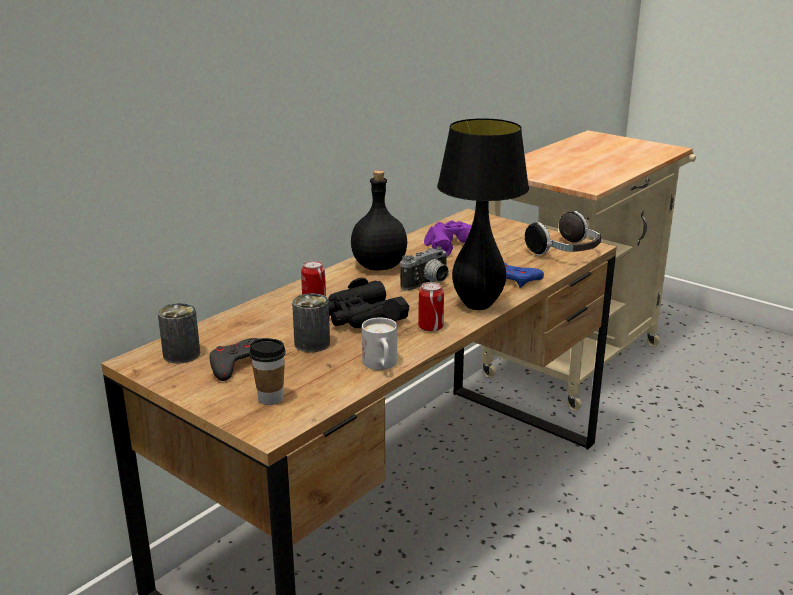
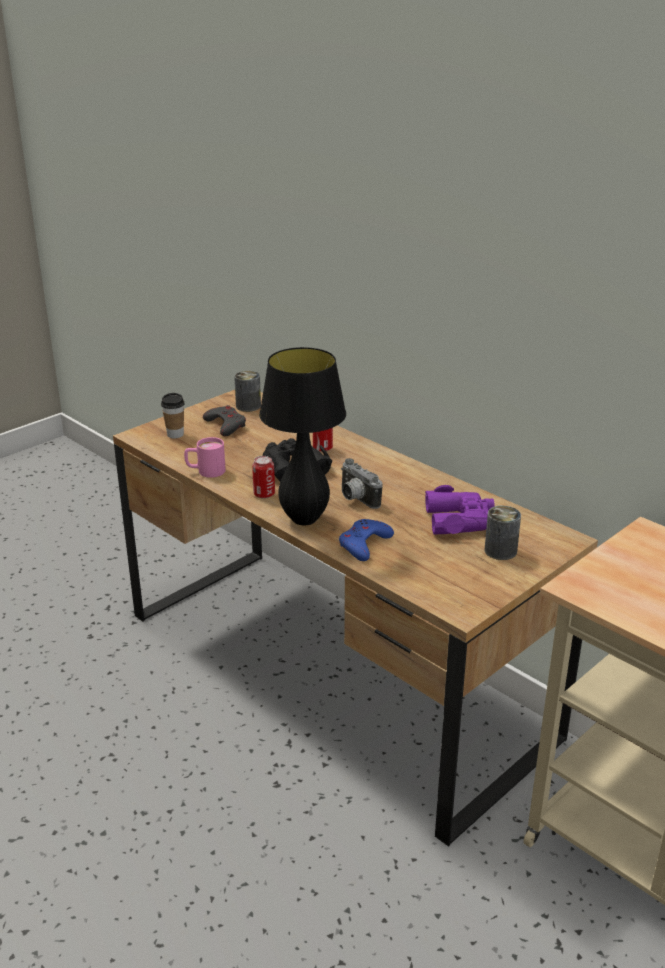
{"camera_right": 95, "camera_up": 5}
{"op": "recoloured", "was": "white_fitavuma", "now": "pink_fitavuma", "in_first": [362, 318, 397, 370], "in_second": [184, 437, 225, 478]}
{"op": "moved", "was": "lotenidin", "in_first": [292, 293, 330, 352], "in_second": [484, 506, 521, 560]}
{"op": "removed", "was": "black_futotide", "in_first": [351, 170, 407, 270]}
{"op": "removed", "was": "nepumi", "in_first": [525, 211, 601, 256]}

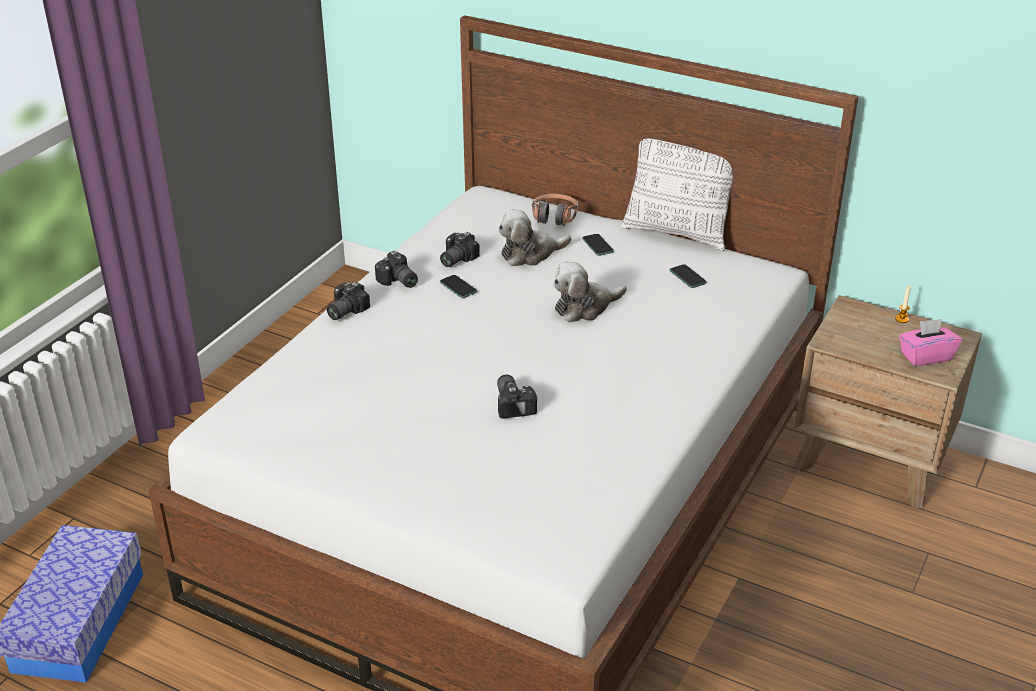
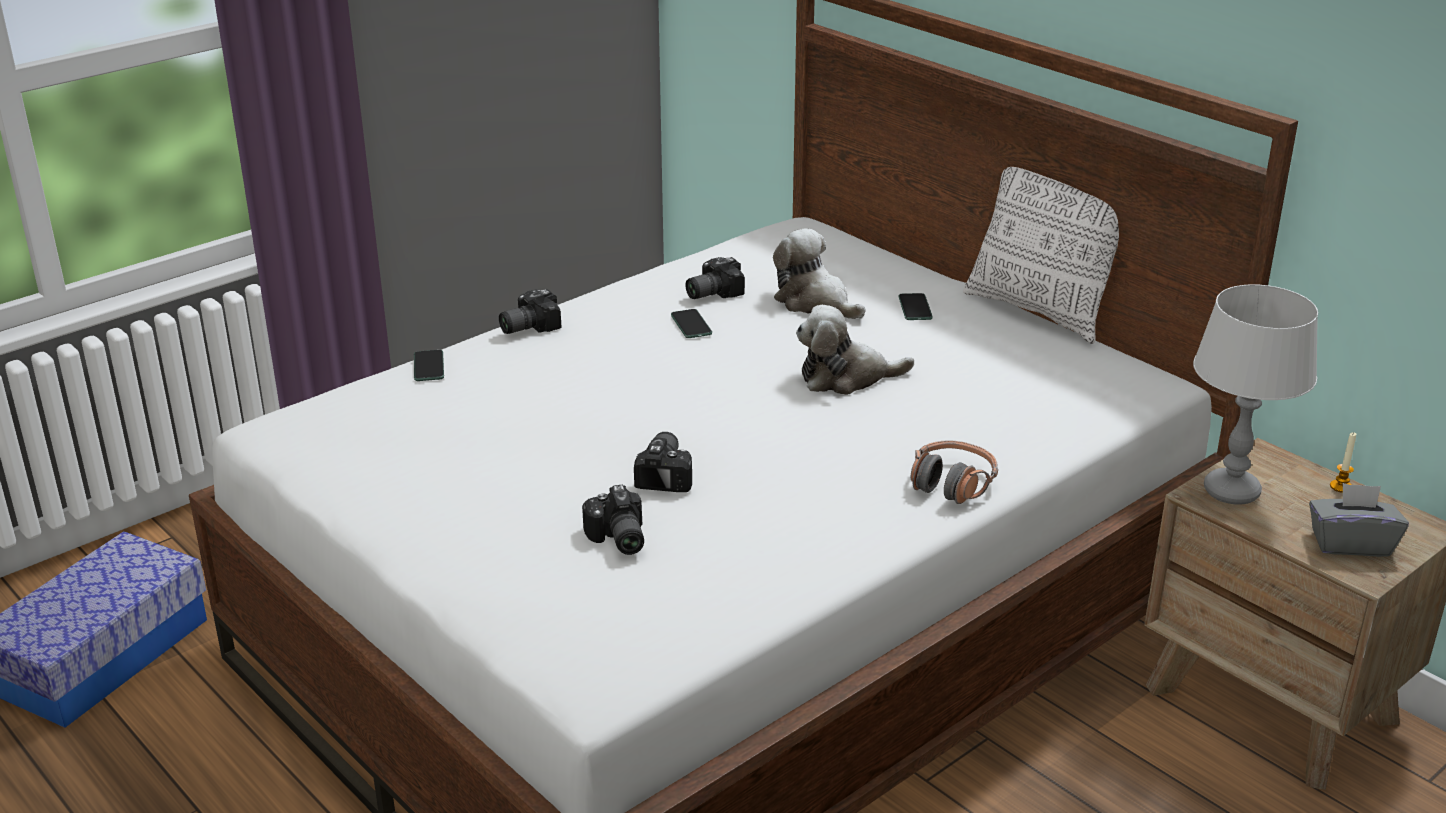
{"camera_right": 20, "camera_up": -5}
{"op": "moved", "was": "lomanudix", "in_first": [670, 264, 707, 288], "in_second": [414, 350, 444, 381]}
{"op": "moved", "was": "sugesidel", "in_first": [375, 251, 418, 288], "in_second": [582, 484, 644, 555]}
{"op": "turned", "was": "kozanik", "in_first": [498, 209, 572, 266], "in_second": [773, 228, 866, 319], "clockwise": 45}
{"op": "moved", "was": "nepumi", "in_first": [532, 194, 579, 226], "in_second": [911, 440, 998, 504]}
{"op": "added", "now": "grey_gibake", "in_second": [1193, 284, 1318, 505]}
{"op": "recoloured", "was": "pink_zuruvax", "now": "grey_zuruvax", "in_first": [899, 319, 962, 366], "in_second": [1309, 483, 1409, 557]}

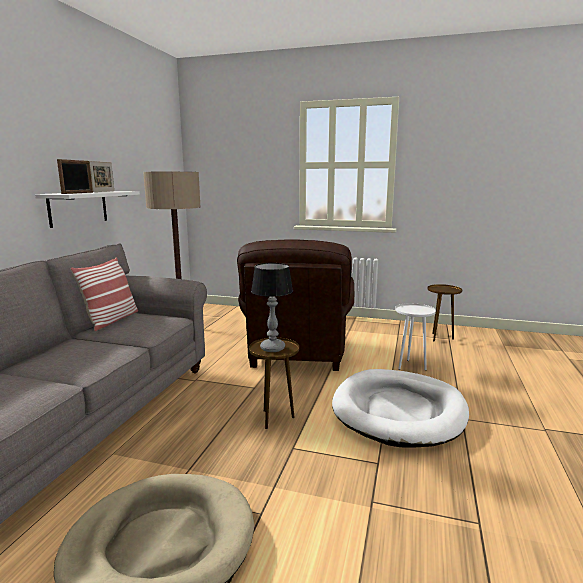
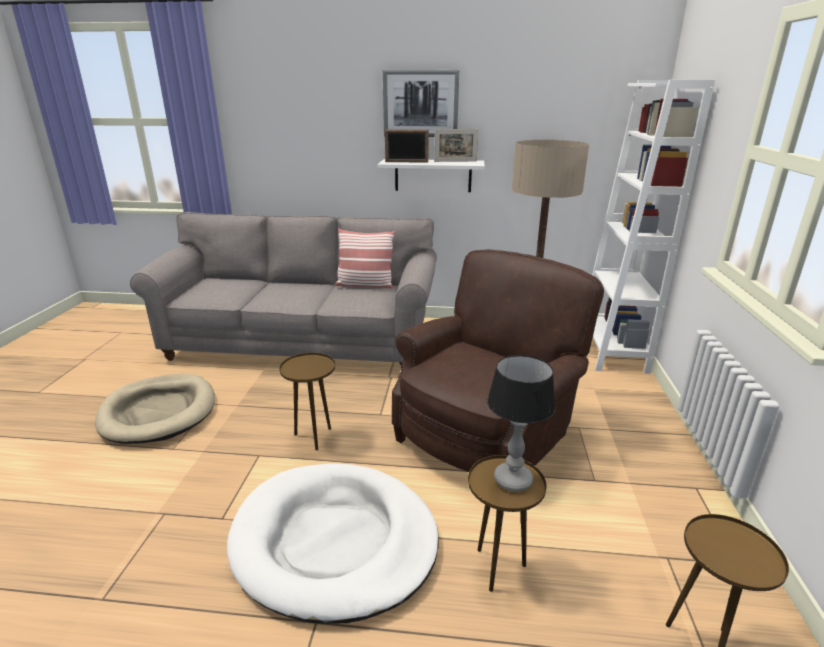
{"camera_right": 80, "camera_up": 10}
{"op": "added", "now": "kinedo", "in_second": [383, 70, 459, 137]}
{"op": "turned", "was": "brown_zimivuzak", "in_first": [237, 239, 354, 371], "in_second": [392, 249, 604, 472], "clockwise": 135}
{"op": "recoloured", "was": "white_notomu", "now": "brown_notomu", "in_first": [395, 303, 436, 370], "in_second": [468, 455, 547, 592]}
{"op": "moved", "was": "gibake", "in_first": [251, 263, 293, 352], "in_second": [487, 355, 556, 491]}
{"op": "added", "now": "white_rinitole", "in_second": [592, 80, 715, 374]}

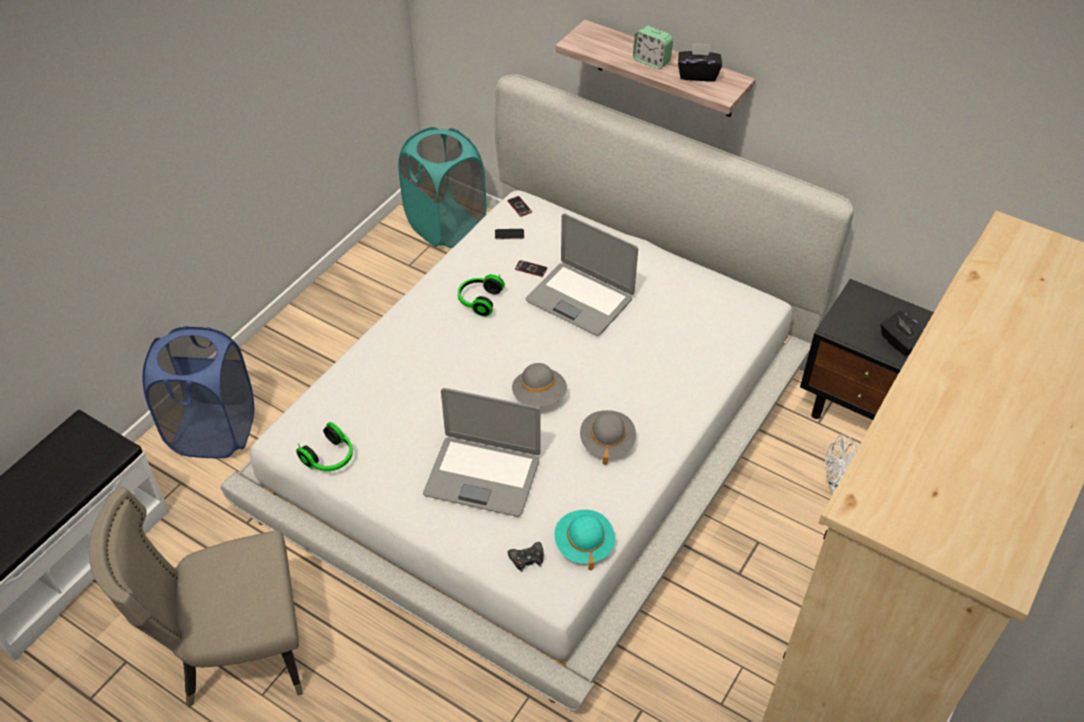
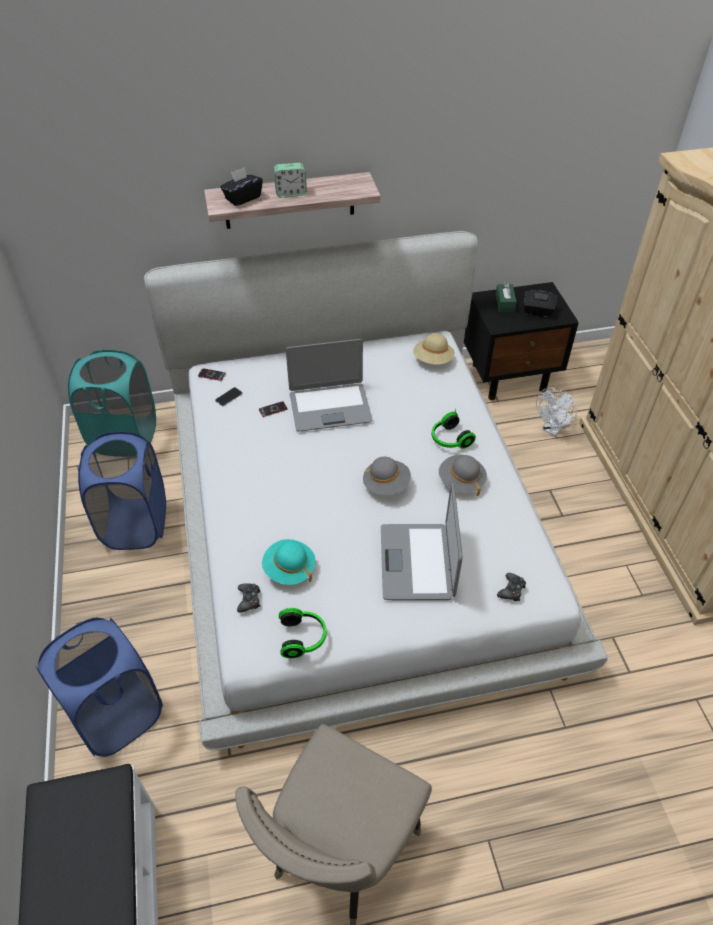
{"camera_right": -45, "camera_up": 0}
{"op": "added", "now": "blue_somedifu", "in_second": [78, 432, 166, 550]}
{"op": "moved", "was": "black_zuruvax", "in_first": [678, 42, 722, 82], "in_second": [220, 167, 263, 206]}
{"op": "added", "now": "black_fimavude", "in_second": [237, 583, 261, 613]}
{"op": "moved", "was": "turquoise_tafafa", "in_first": [554, 510, 615, 570], "in_second": [262, 539, 316, 585]}
{"op": "turned", "was": "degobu", "in_first": [423, 388, 541, 517], "in_second": [381, 483, 463, 601], "clockwise": 120}
{"op": "added", "now": "beige_tafafa", "in_second": [413, 333, 455, 365]}
{"op": "moved", "was": "nepumi", "in_first": [458, 274, 505, 317], "in_second": [432, 409, 476, 449]}
{"op": "added", "now": "green_zuruvax", "in_second": [496, 282, 517, 312]}

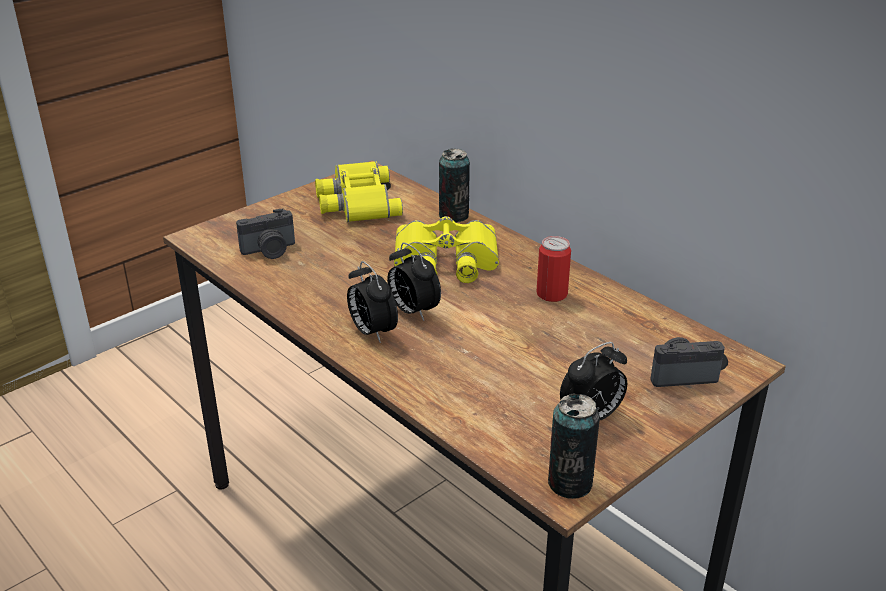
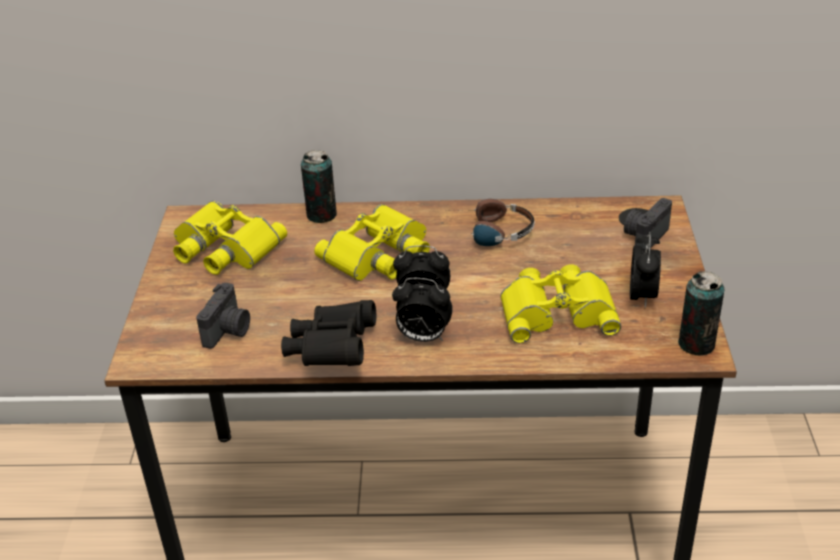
{"camera_right": -45, "camera_up": 5}
{"op": "added", "now": "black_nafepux", "in_second": [281, 300, 376, 366]}
{"op": "replaced", "was": "lotenidin", "now": "nepumi", "in_first": [536, 236, 571, 302], "in_second": [460, 199, 535, 246]}
{"op": "added", "now": "yellow_nafepux", "in_second": [500, 265, 621, 343]}

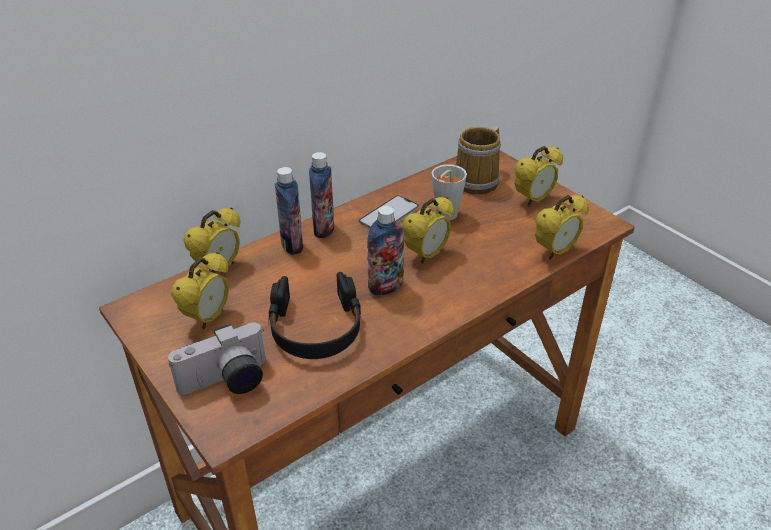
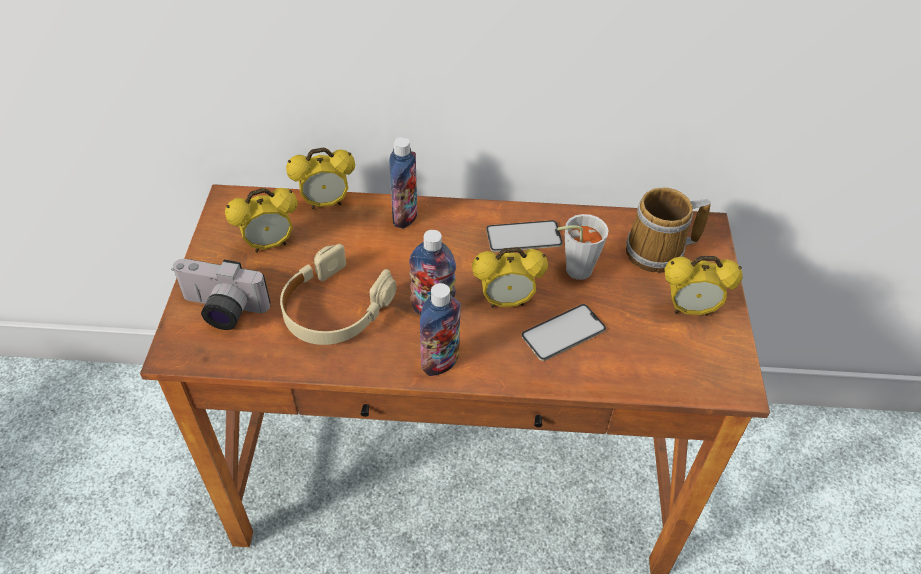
{"camera_right": 40, "camera_up": 10}
{"op": "recoloured", "was": "black_nepumi", "now": "beige_nepumi", "in_first": [268, 272, 361, 359], "in_second": [280, 244, 396, 345]}
{"op": "moved", "was": "futotide", "in_first": [309, 152, 334, 238], "in_second": [420, 283, 460, 376]}
{"op": "added", "now": "lomanudix", "in_second": [521, 304, 606, 361]}
{"op": "removed", "was": "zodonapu", "in_first": [535, 195, 589, 260]}

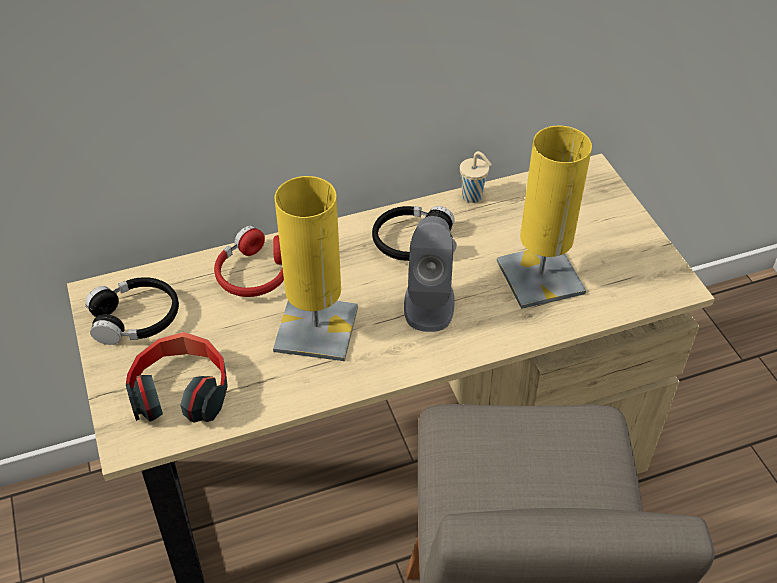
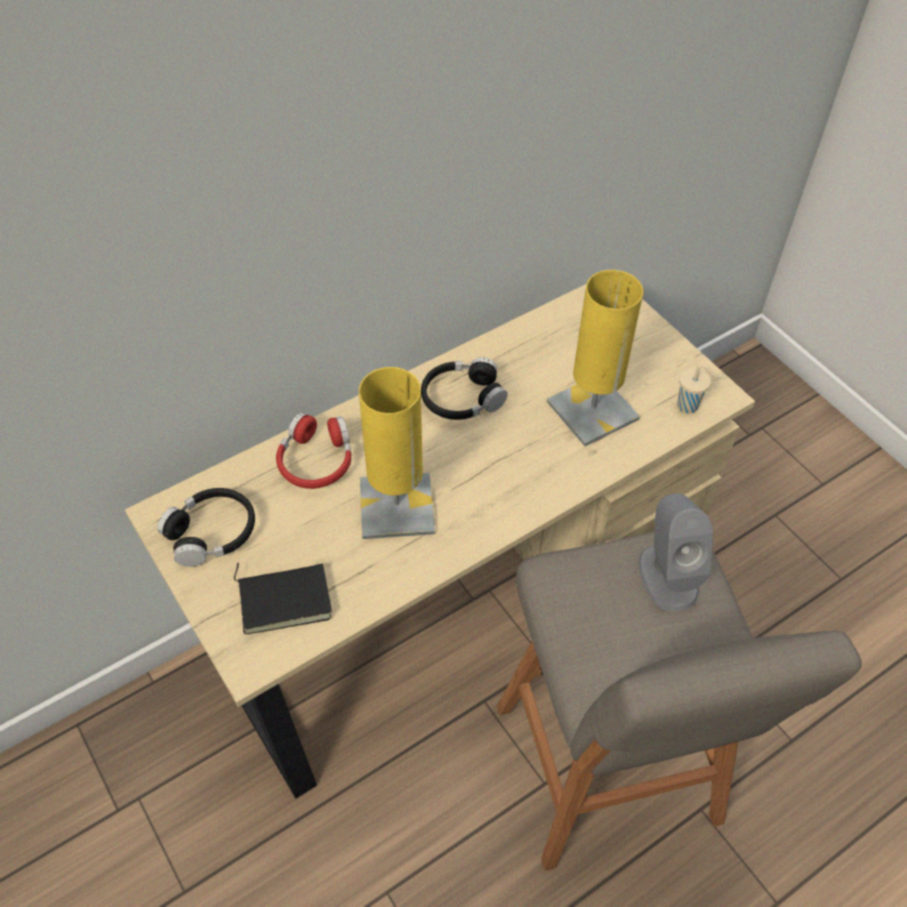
{"camera_right": -15, "camera_up": 5}
{"op": "replaced", "was": "nepumi", "now": "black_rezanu", "in_first": [126, 332, 228, 423], "in_second": [234, 563, 332, 634]}
{"op": "moved", "was": "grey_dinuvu", "in_first": [404, 216, 455, 332], "in_second": [639, 494, 713, 611]}
{"op": "moved", "was": "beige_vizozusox", "in_first": [460, 151, 492, 203], "in_second": [677, 364, 716, 413]}

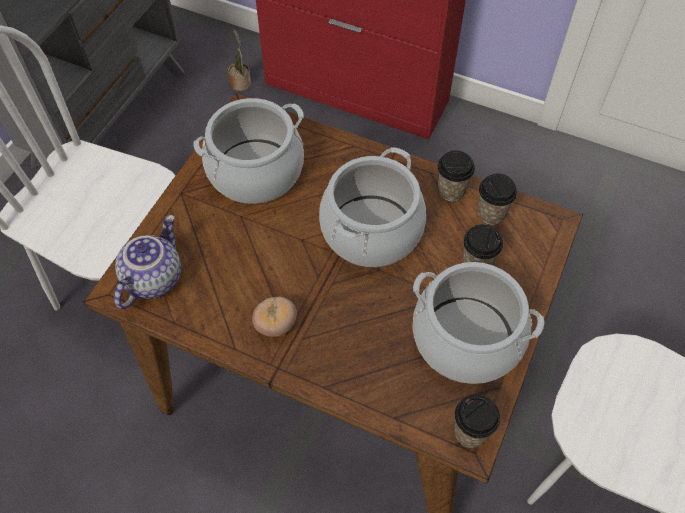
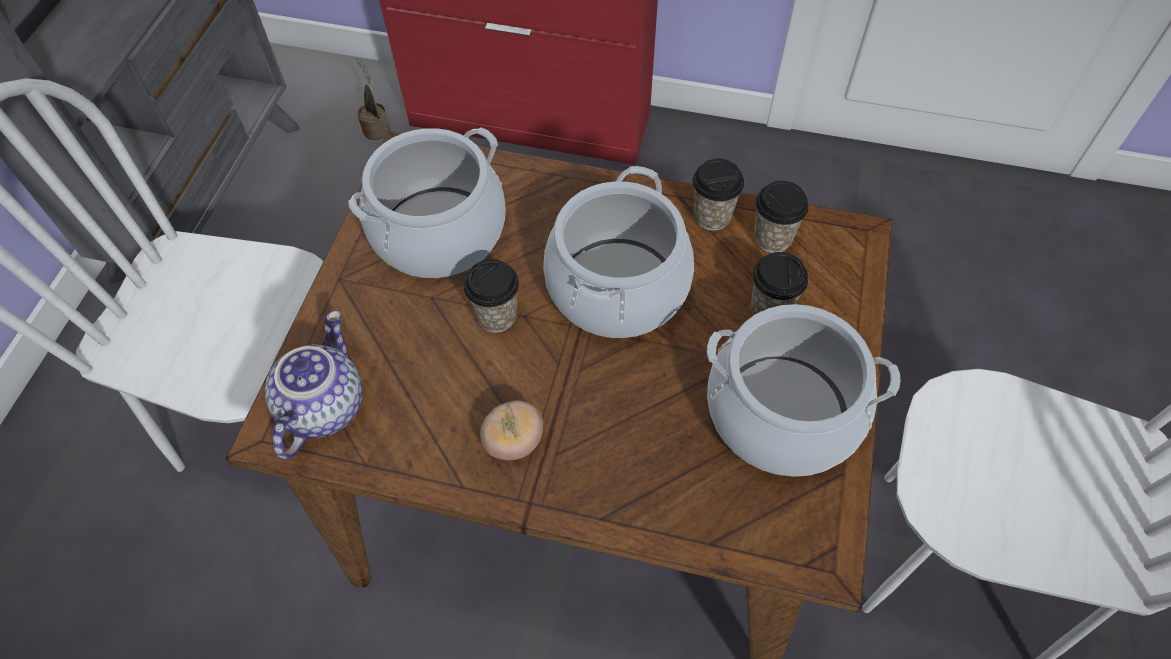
{"camera_right": -10, "camera_up": 0}
{"op": "moved", "was": "vizozusox", "in_first": [454, 394, 500, 448], "in_second": [464, 259, 519, 332]}

